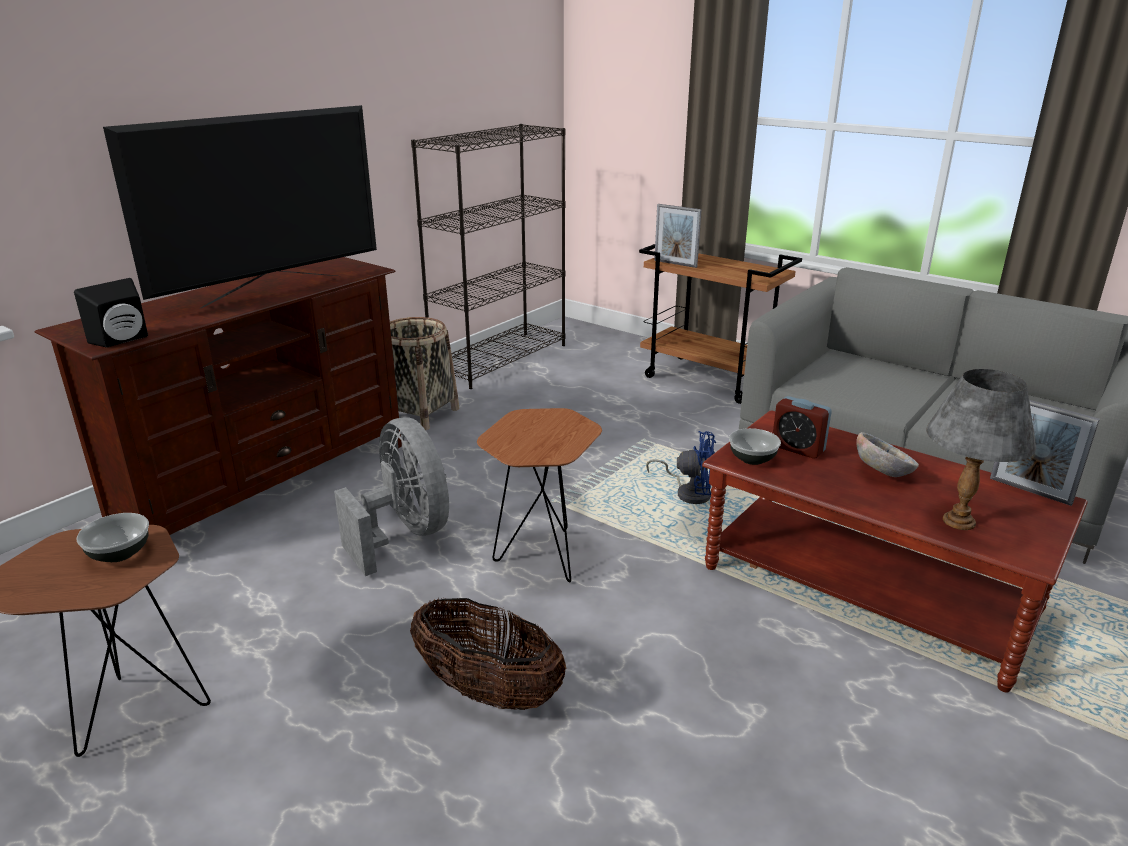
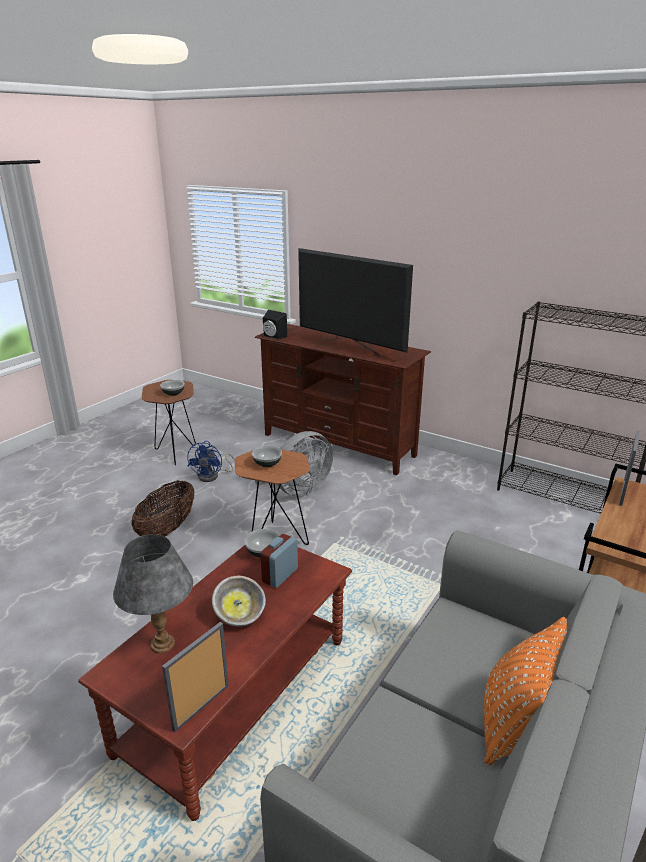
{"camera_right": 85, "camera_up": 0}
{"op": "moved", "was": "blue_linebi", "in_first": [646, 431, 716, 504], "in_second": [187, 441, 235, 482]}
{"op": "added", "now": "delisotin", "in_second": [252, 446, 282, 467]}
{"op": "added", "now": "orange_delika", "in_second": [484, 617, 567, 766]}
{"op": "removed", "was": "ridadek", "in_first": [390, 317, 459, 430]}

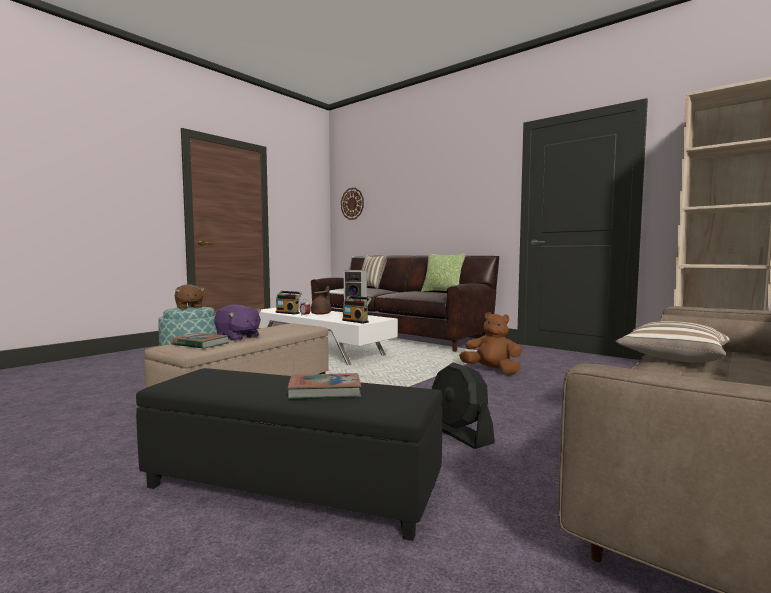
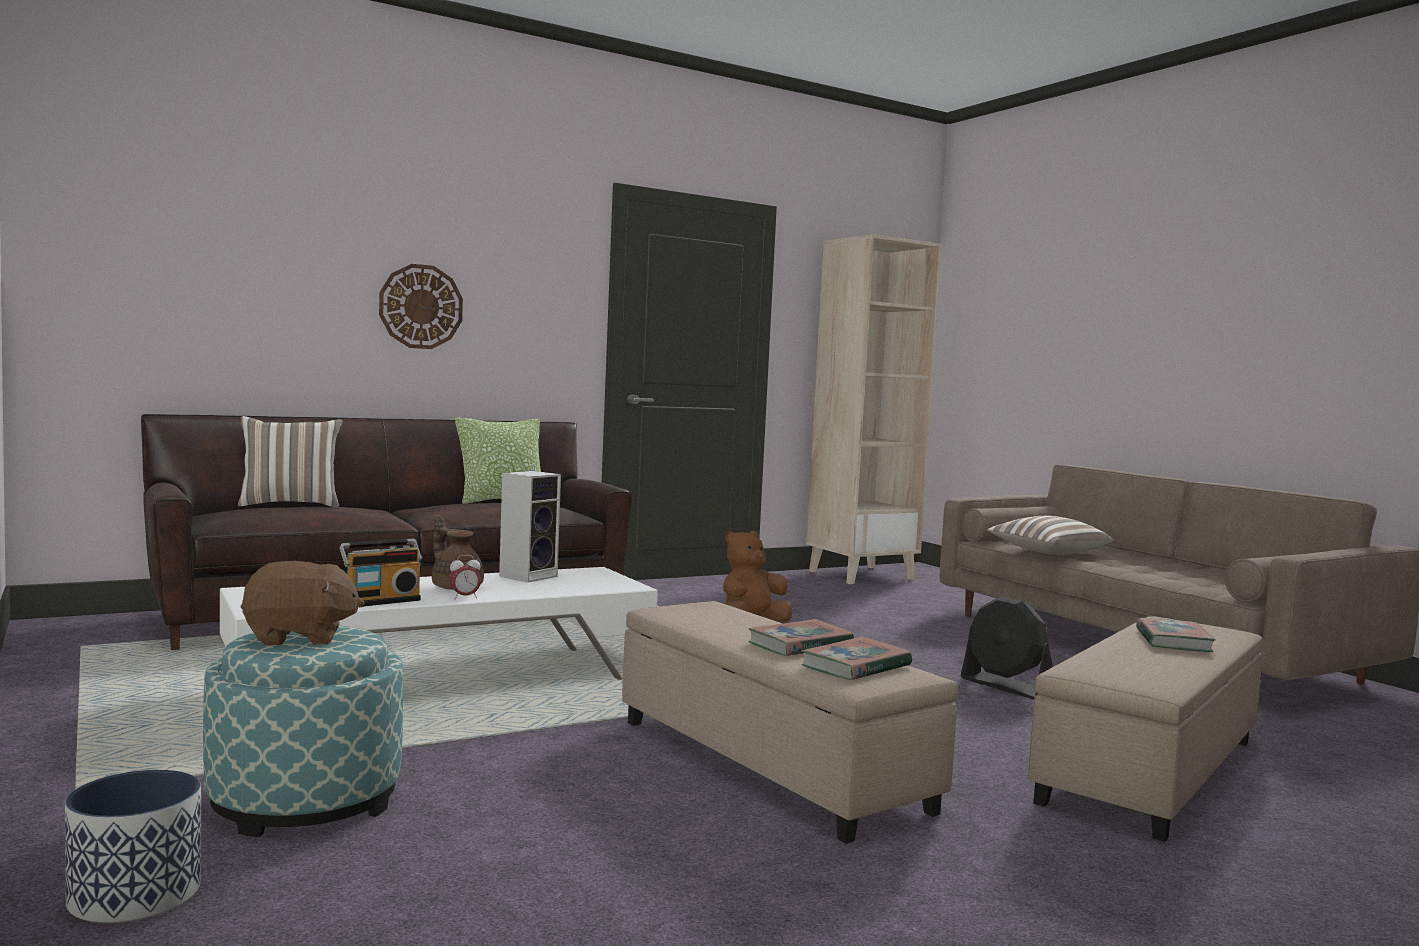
{"camera_right": -70, "camera_up": 0}
{"op": "added", "now": "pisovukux", "in_second": [65, 770, 201, 923]}
{"op": "moved", "was": "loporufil", "in_first": [341, 188, 364, 220], "in_second": [379, 264, 463, 349]}
{"op": "replaced", "was": "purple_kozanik", "now": "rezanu", "in_first": [214, 304, 261, 341], "in_second": [748, 619, 854, 656]}
{"op": "turned", "was": "black_linebi", "in_first": [432, 363, 495, 449], "in_second": [961, 596, 1053, 700], "clockwise": 60}
{"op": "recoloured", "was": "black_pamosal", "now": "beige_pamosal", "in_first": [136, 368, 443, 541], "in_second": [1028, 616, 1263, 842]}
{"op": "removed", "was": "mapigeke", "in_first": [342, 296, 372, 324]}

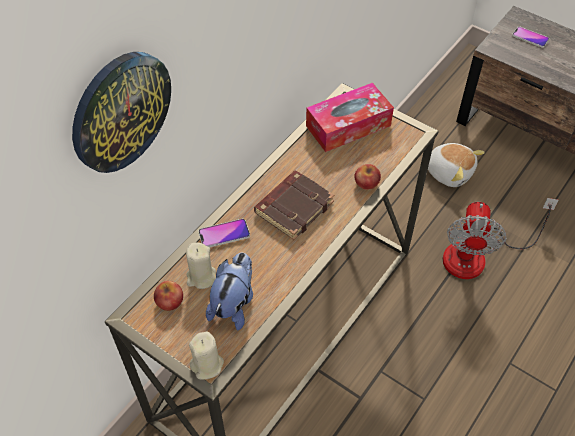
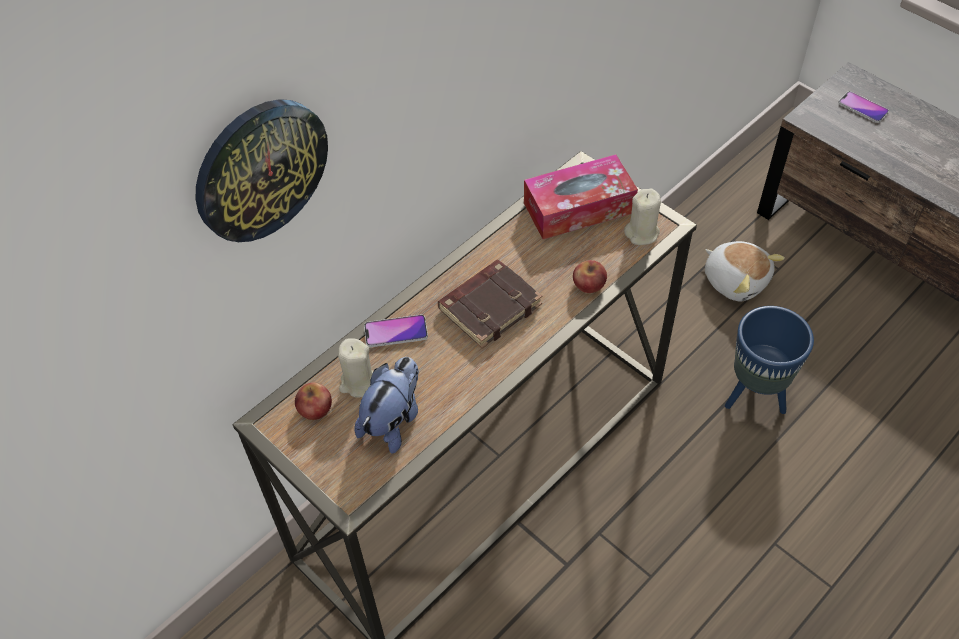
{"camera_right": 10, "camera_up": 0}
{"op": "moved", "was": "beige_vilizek", "in_first": [189, 331, 224, 380], "in_second": [624, 189, 661, 245]}
{"op": "replaced", "was": "linebi", "now": "blue_pisovukux", "in_first": [443, 198, 559, 279], "in_second": [725, 306, 814, 414]}

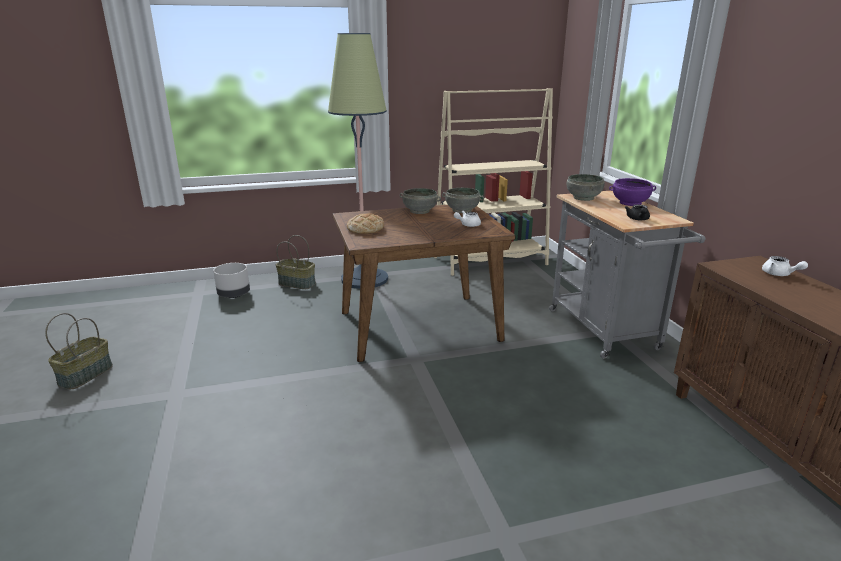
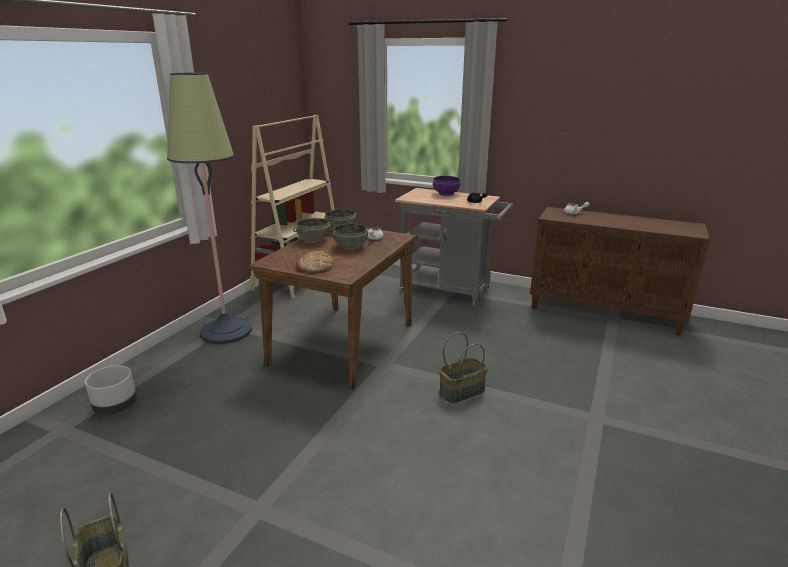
{"camera_right": -50, "camera_up": 0}
{"op": "moved", "was": "grey_delisotin", "in_first": [567, 174, 605, 201], "in_second": [333, 224, 368, 250]}
{"op": "moved", "was": "ridadek", "in_first": [276, 235, 316, 289], "in_second": [439, 332, 488, 403]}

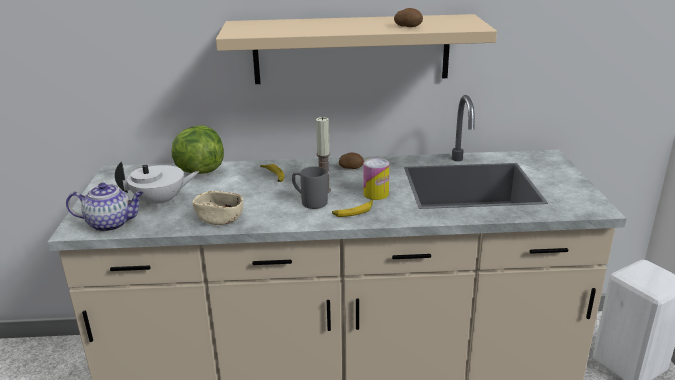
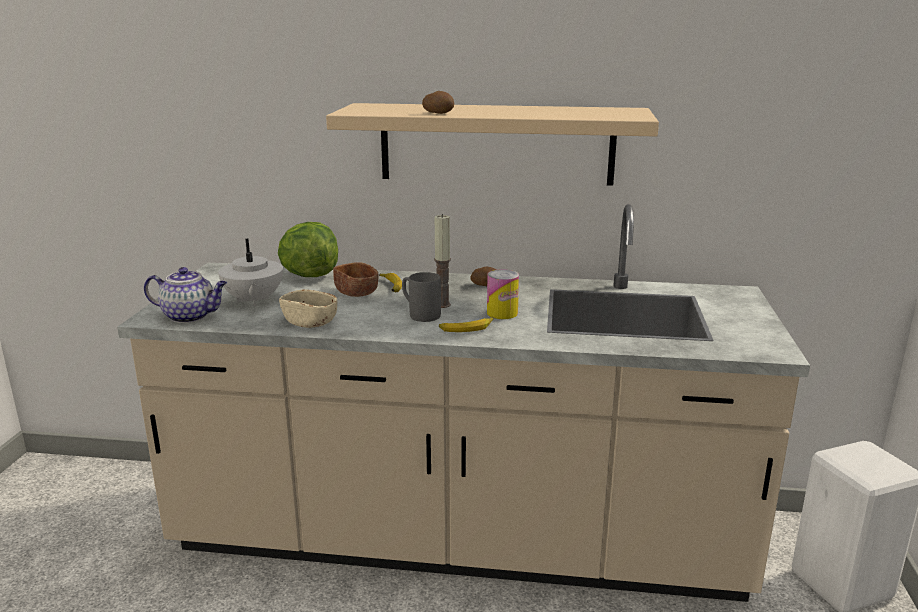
{"camera_right": 10, "camera_up": -5}
{"op": "turned", "was": "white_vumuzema", "in_first": [115, 161, 199, 209], "in_second": [218, 239, 283, 306], "clockwise": 75}
{"op": "added", "now": "brown_delisotin", "in_second": [333, 262, 379, 297]}
{"op": "moved", "was": "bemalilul", "in_first": [394, 8, 423, 27], "in_second": [422, 91, 454, 114]}

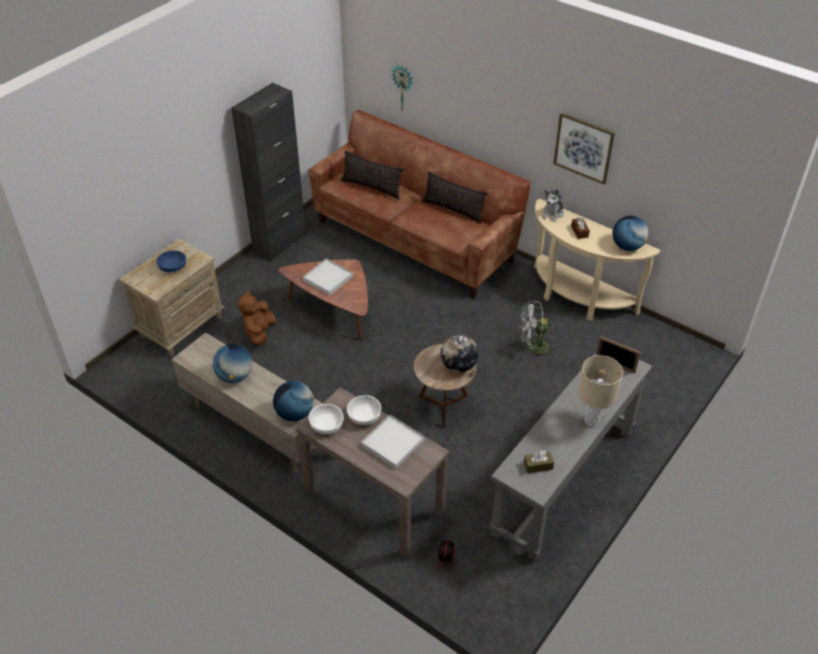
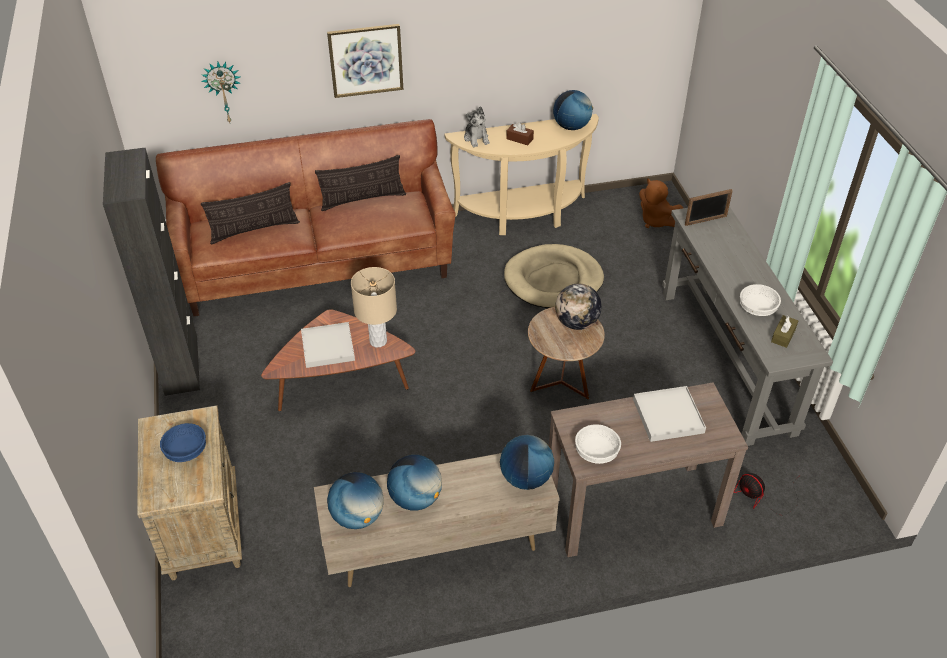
{"camera_right": -50, "camera_up": 0}
{"op": "moved", "was": "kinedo", "in_first": [553, 113, 615, 184], "in_second": [327, 24, 403, 98]}
{"op": "added", "now": "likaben", "in_second": [327, 472, 384, 529]}
{"op": "moved", "was": "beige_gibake", "in_first": [578, 355, 623, 426], "in_second": [351, 267, 397, 348]}
{"op": "replaced", "was": "white_linebi", "now": "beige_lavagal", "in_first": [520, 301, 556, 360], "in_second": [504, 244, 604, 308]}
{"op": "moved", "was": "brown_kozanik", "in_first": [238, 291, 277, 346], "in_second": [639, 178, 683, 228]}
{"op": "moved", "was": "white_delisotin", "in_first": [347, 395, 381, 425], "in_second": [740, 284, 781, 316]}

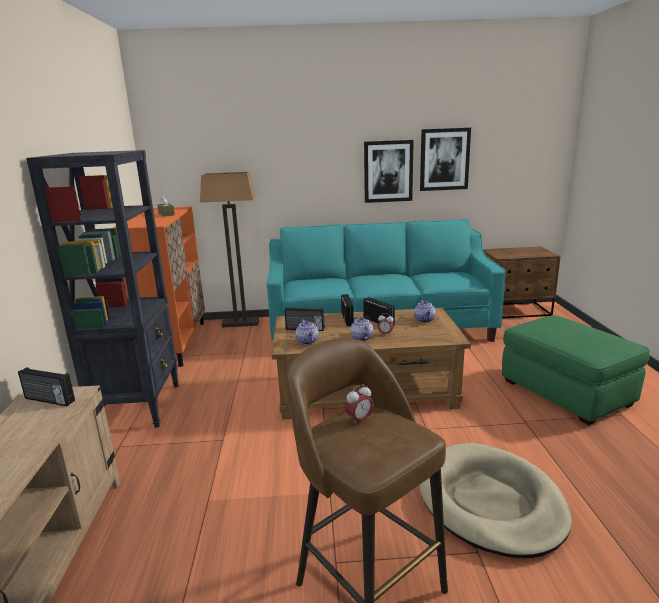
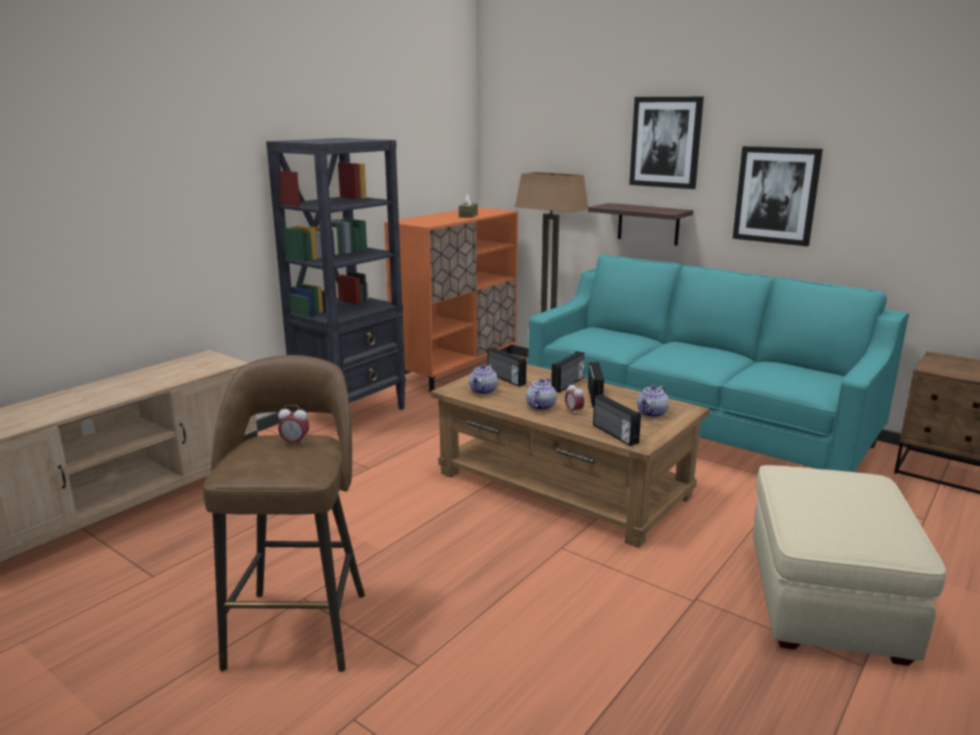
{"camera_right": 40, "camera_up": 0}
{"op": "added", "now": "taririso", "in_second": [588, 203, 693, 246]}
{"op": "moved", "was": "mapigeke", "in_first": [18, 367, 75, 406], "in_second": [593, 394, 641, 446]}
{"op": "moved", "was": "kinedo", "in_first": [420, 128, 471, 191], "in_second": [629, 97, 704, 189]}
{"op": "recoloured", "was": "green_pamosal", "now": "beige_pamosal", "in_first": [502, 315, 650, 425], "in_second": [753, 465, 946, 666]}
{"op": "removed", "was": "beige_lavagal", "in_first": [420, 443, 572, 558]}

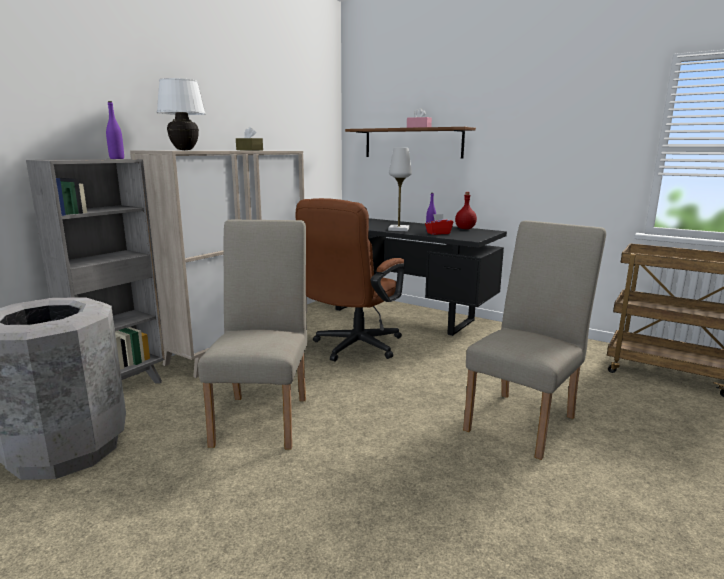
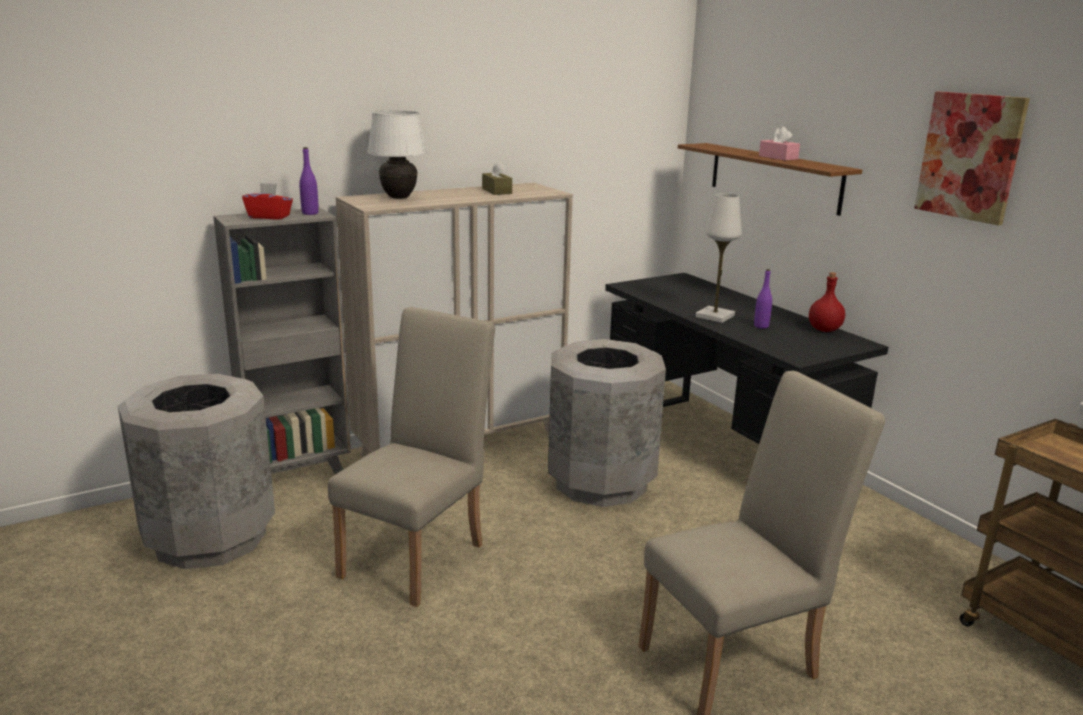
{"camera_right": 25, "camera_up": 5}
{"op": "moved", "was": "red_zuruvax", "in_first": [425, 214, 453, 235], "in_second": [242, 183, 293, 220]}
{"op": "replaced", "was": "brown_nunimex", "now": "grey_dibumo", "in_first": [296, 198, 405, 362], "in_second": [548, 339, 666, 507]}
{"op": "added", "now": "kinedo", "in_second": [914, 91, 1030, 226]}

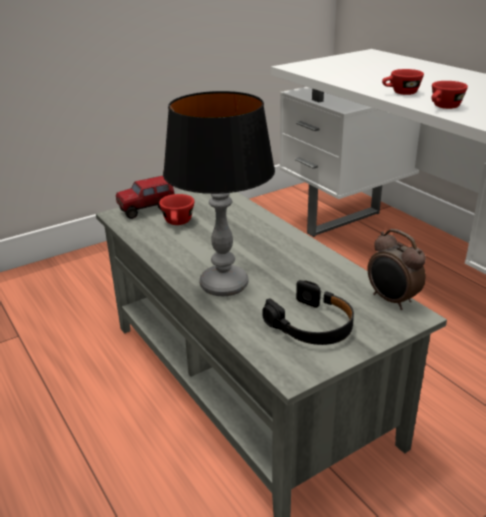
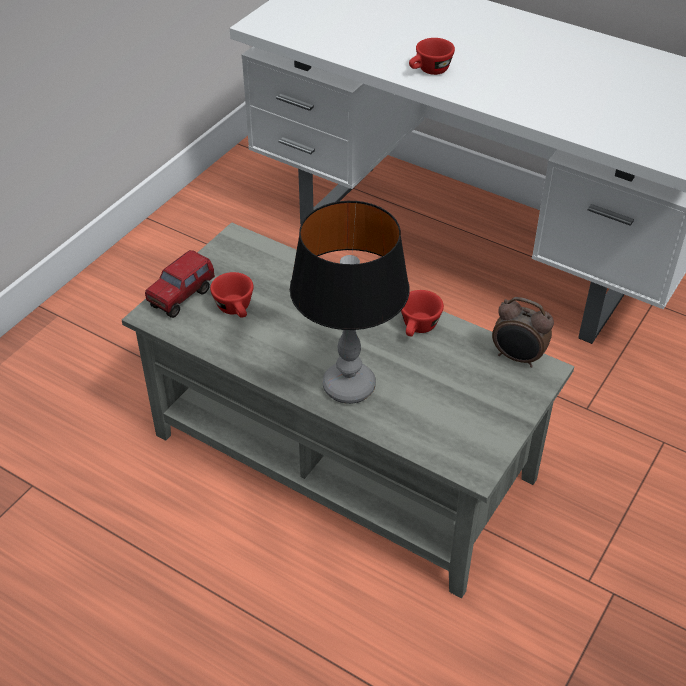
{"camera_right": -25, "camera_up": 15}
{"op": "moved", "was": "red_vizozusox", "in_first": [431, 81, 468, 109], "in_second": [401, 290, 444, 337]}
{"op": "removed", "was": "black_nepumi", "in_first": [262, 280, 354, 345]}

